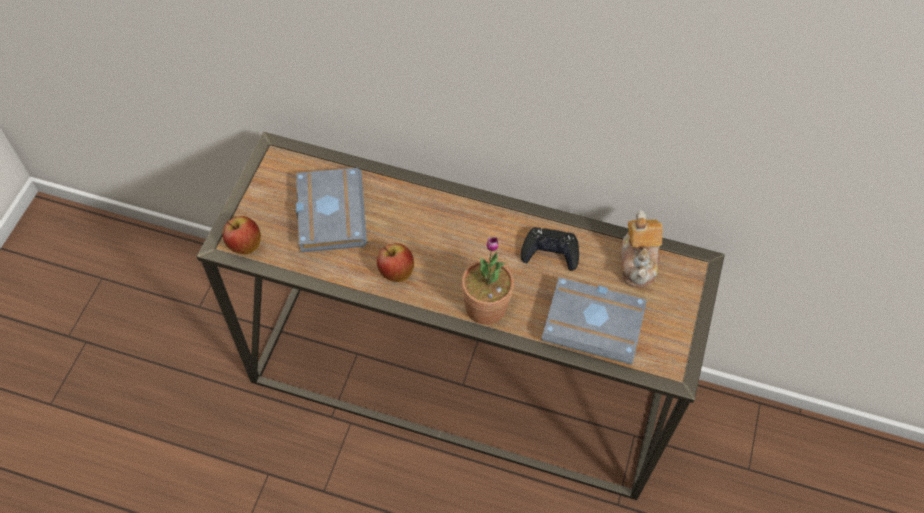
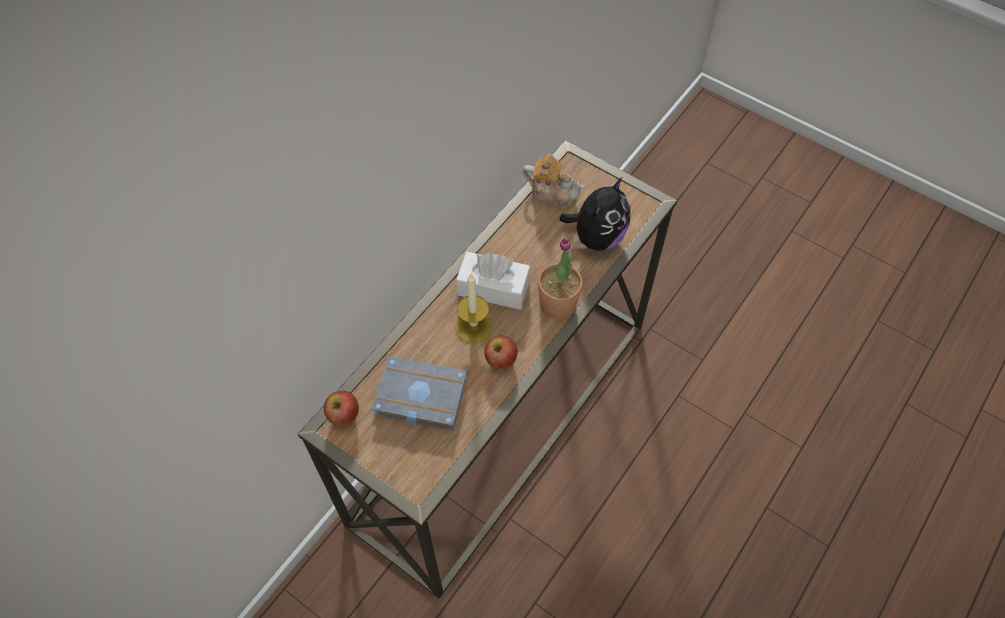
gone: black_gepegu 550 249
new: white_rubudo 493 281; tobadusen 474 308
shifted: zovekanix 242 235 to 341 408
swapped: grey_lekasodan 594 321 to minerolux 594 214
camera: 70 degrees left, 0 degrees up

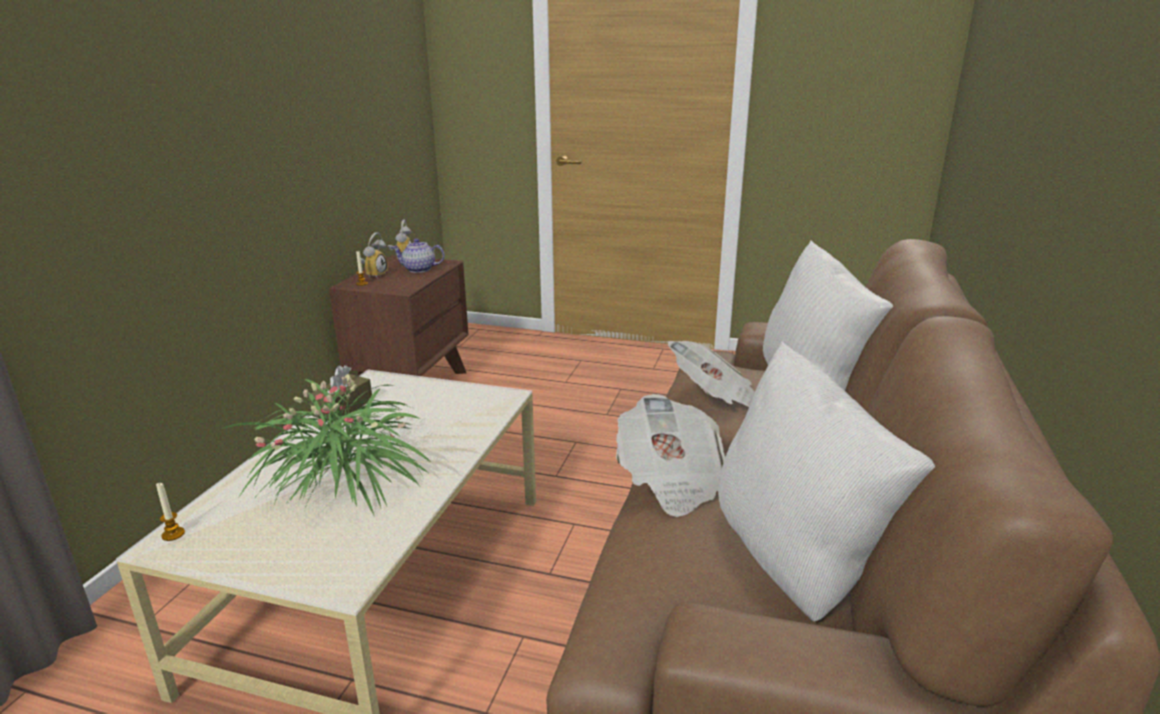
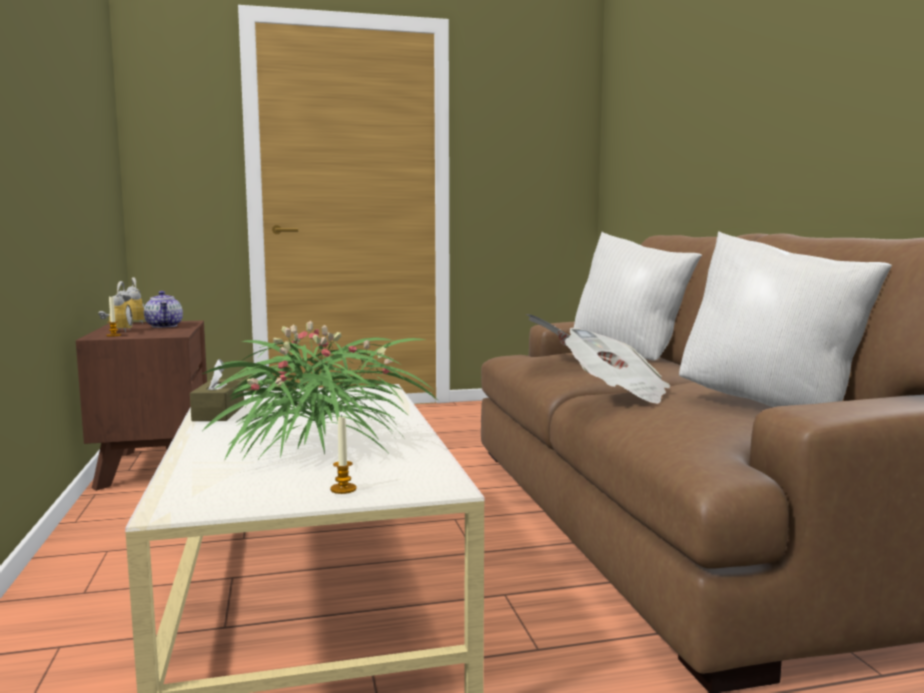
shifted: tobadusen 170 512 to 343 454
rotated: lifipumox 418 256 = 163 309 90 degrees counterclockwise
camera: 30 degrees left, 15 degrees down

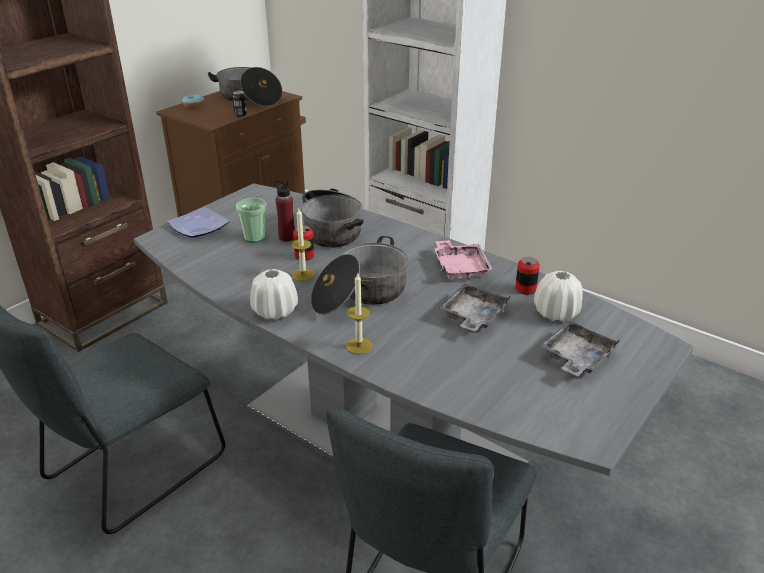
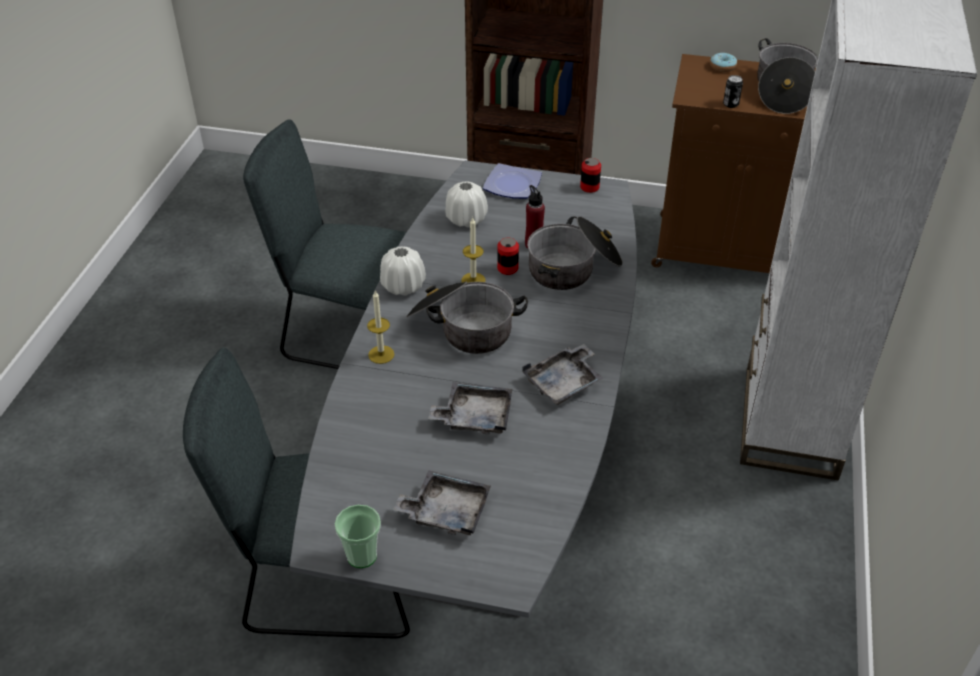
shifted: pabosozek 251 220 to 358 536; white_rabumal 558 296 to 466 204; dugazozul 527 276 to 590 175
repainted: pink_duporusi 463 260 to grey_duporusi 562 374
camera: 65 degrees right, 10 degrees up

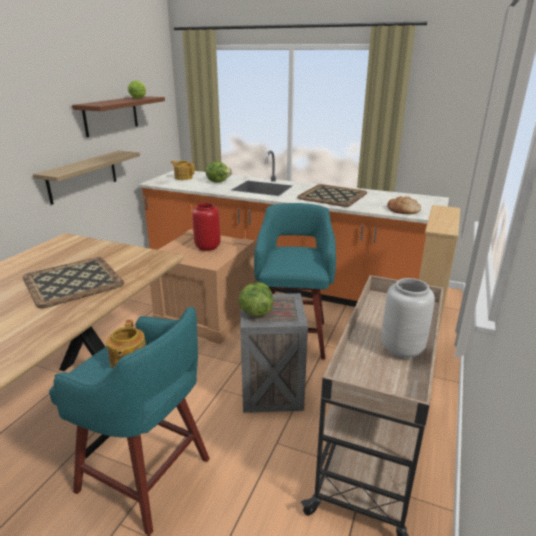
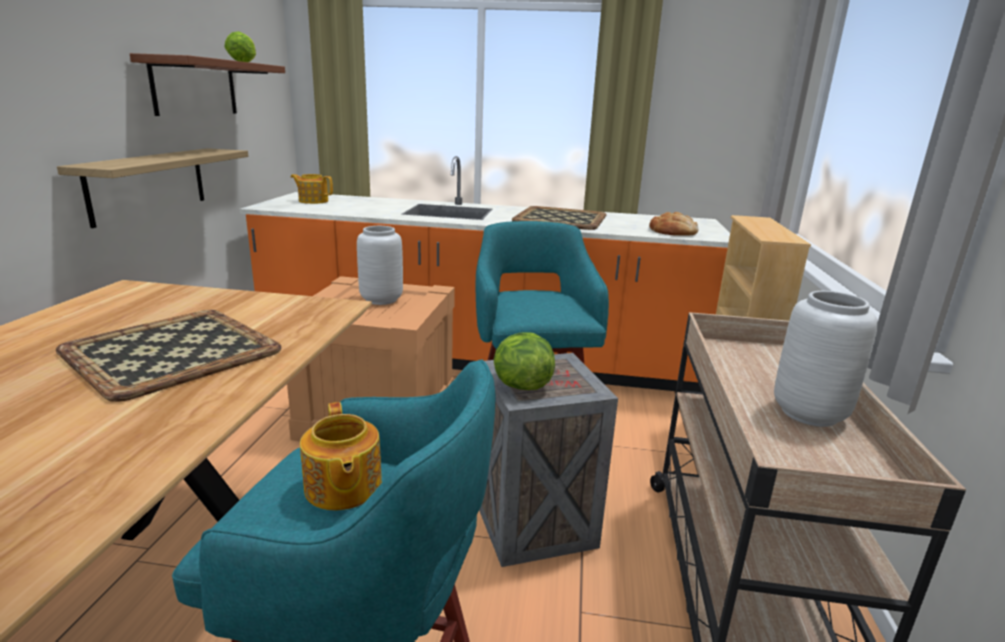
gone: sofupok 219 172
repainted: red_rabumal 206 227 to grey_rabumal 380 265
camera: 15 degrees left, 5 degrees down

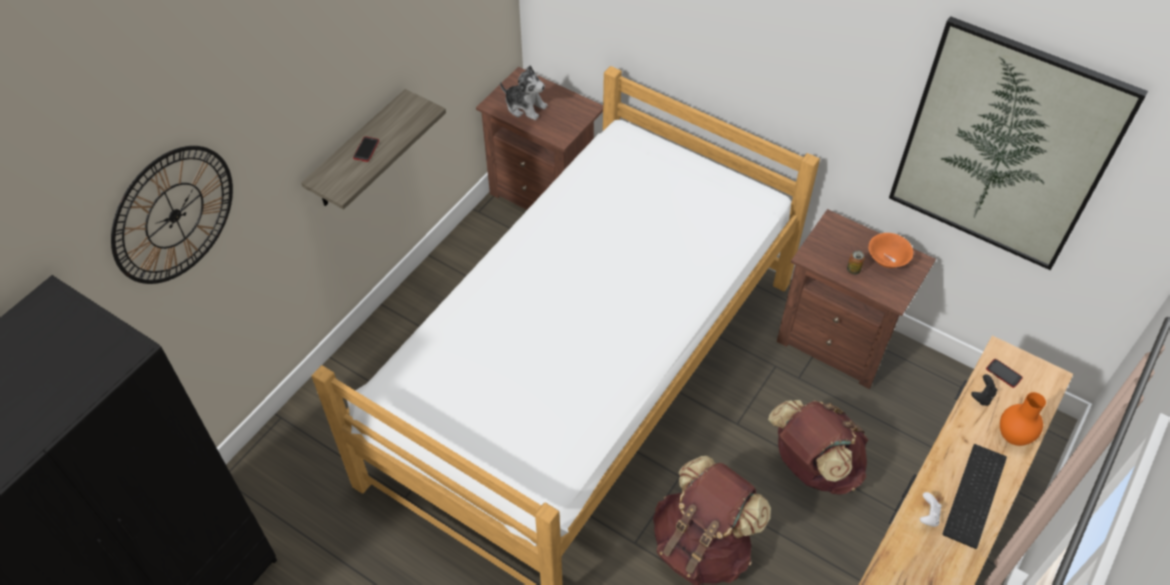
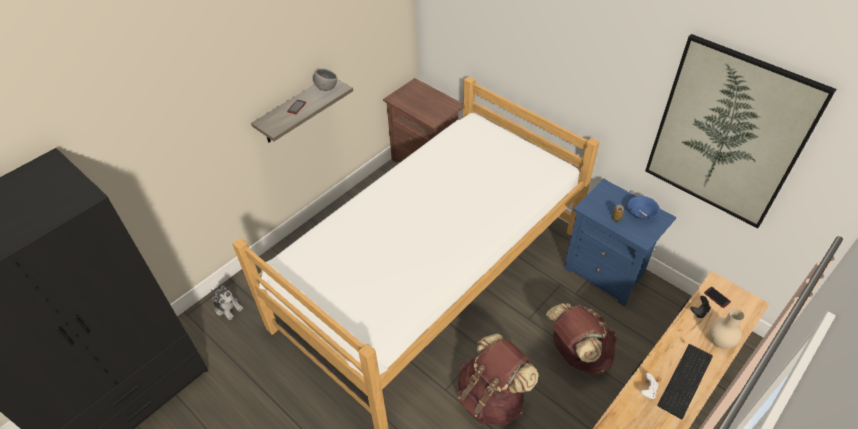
gone: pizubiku 172 215
new: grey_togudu 325 80
shifted: minerolux 524 92 to 227 302
repainted: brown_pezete 856 299 to blue_pezete 620 243; orange_togudu 890 250 to blue_togudu 644 208; orange_rabumal 1023 419 to beige_rabumal 726 328
camera: 10 degrees right, 5 degrees down

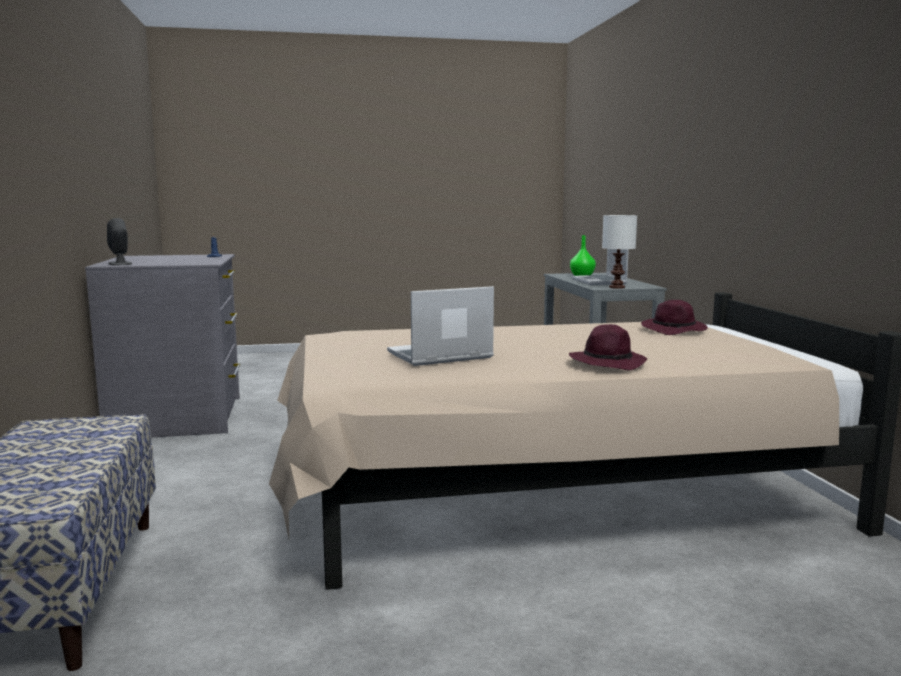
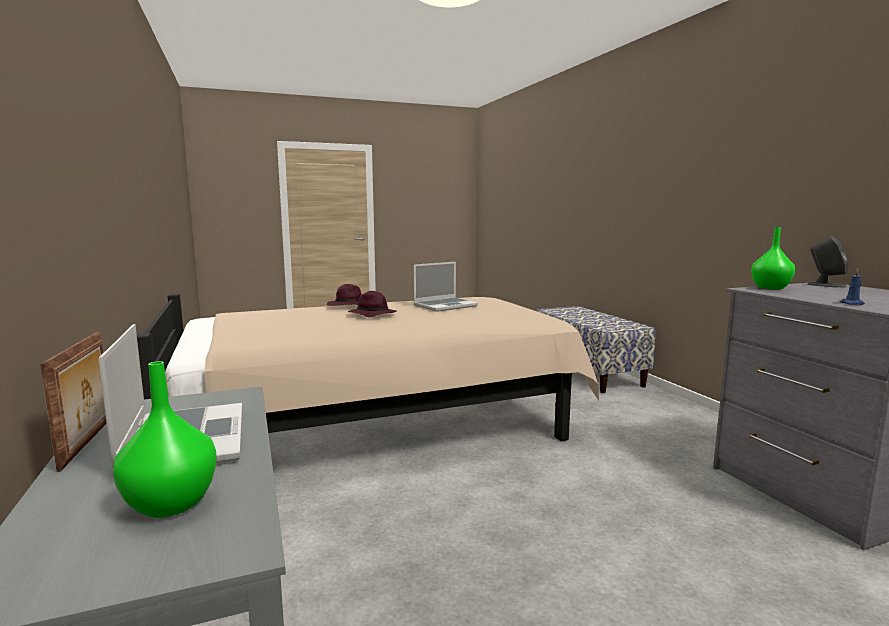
gone: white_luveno 619 252
new: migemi 73 402; green_rabumal 773 258
shifted: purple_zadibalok 674 317 to 372 304
camera: 170 degrees right, 0 degrees up

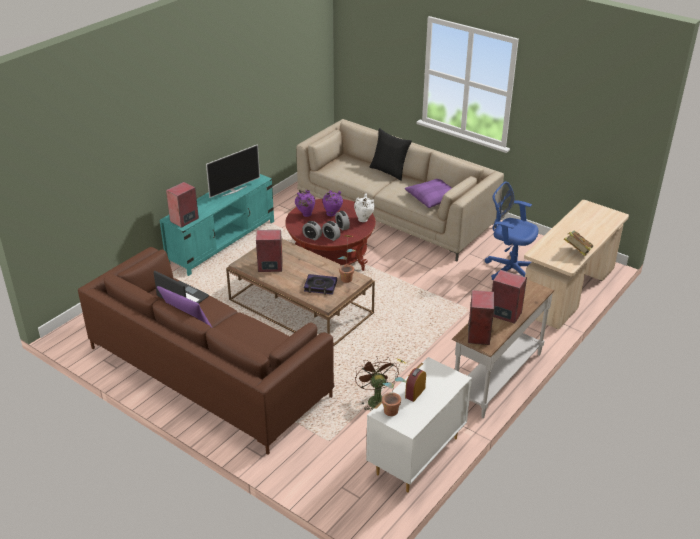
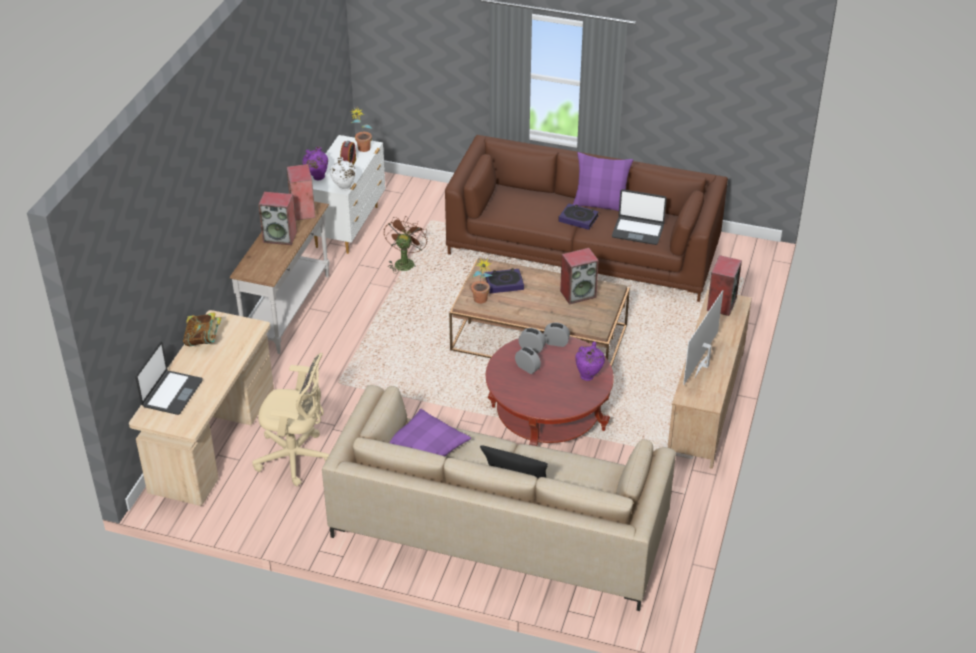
new: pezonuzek 169 378; lekasodan 578 216
shifted: purple_rabumal 333 203 to 315 163; white_rabumal 364 208 to 343 174
repainted: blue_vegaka 511 230 to beige_vegaka 290 420; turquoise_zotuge 216 225 to beige_zotuge 710 379
rotated: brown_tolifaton 377 384 = 406 245 135 degrees counterclockwise
camera: 160 degrees right, 5 degrees up

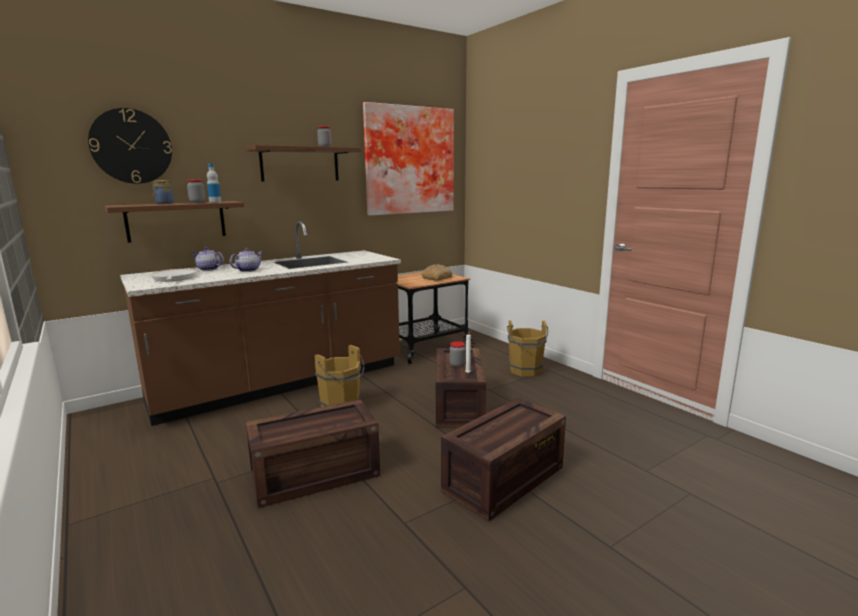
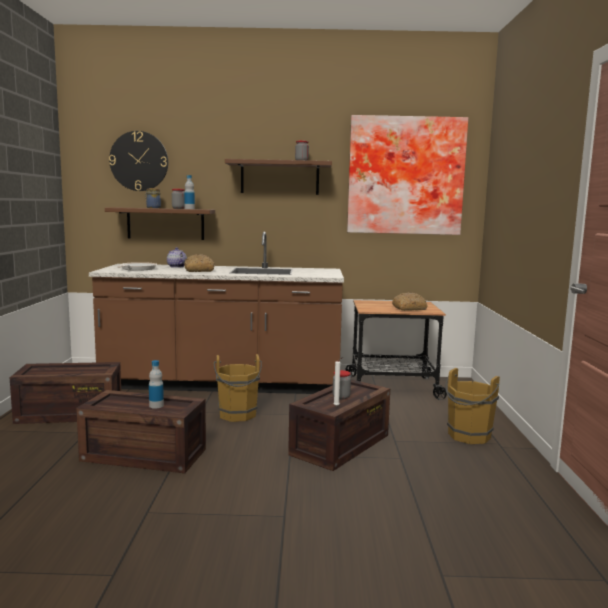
new: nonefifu 156 384
shifted: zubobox 503 459 to 65 393
swapped: lifipumox 246 260 to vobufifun 199 263
camera: 35 degrees right, 5 degrees down

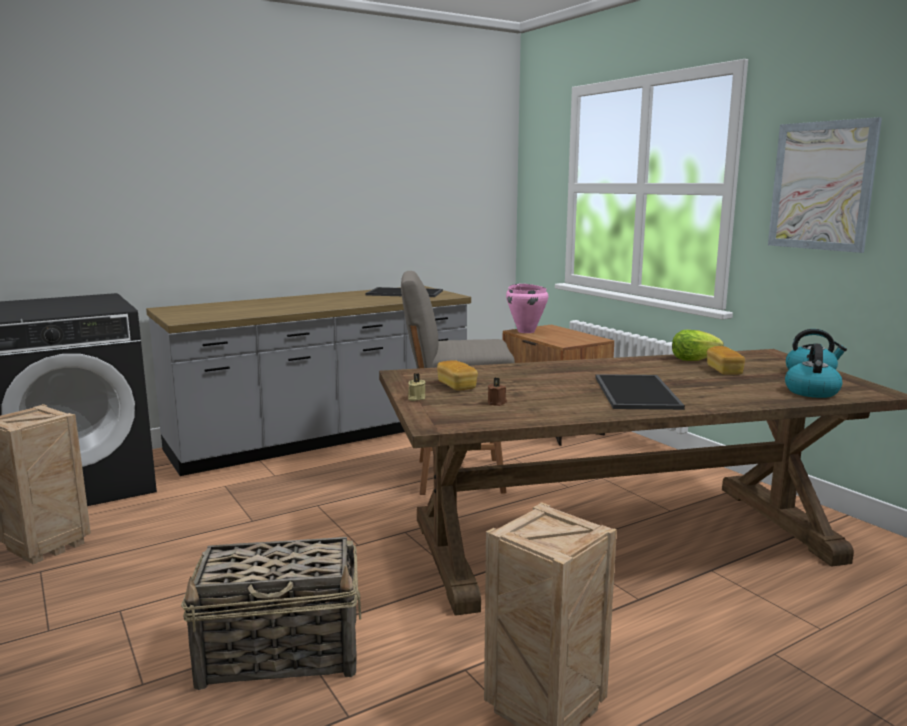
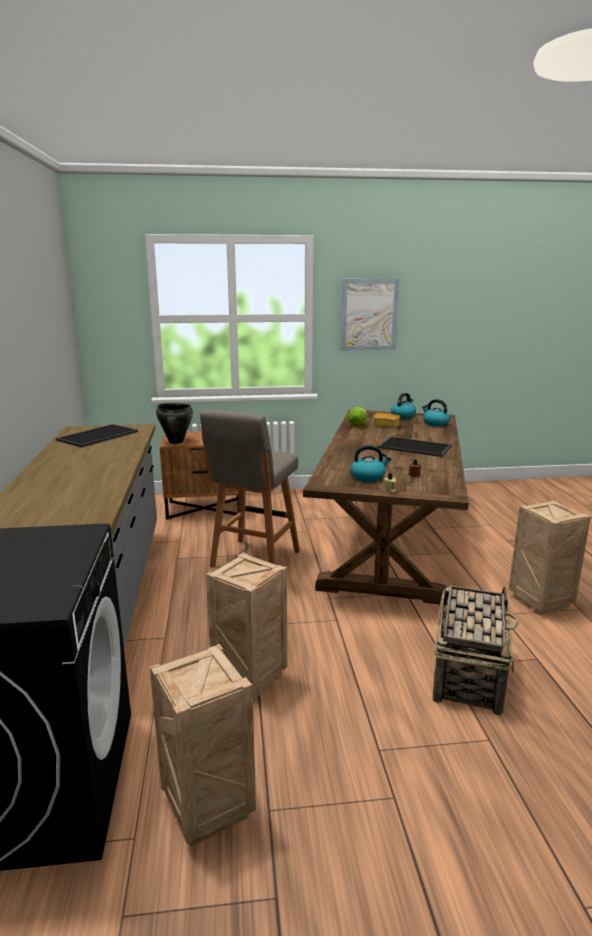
new: zubobox 246 626
swapped: vobufifun 457 375 to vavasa 371 463
repainted: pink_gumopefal 527 308 to black_gumopefal 174 423
camera: 65 degrees left, 5 degrees up

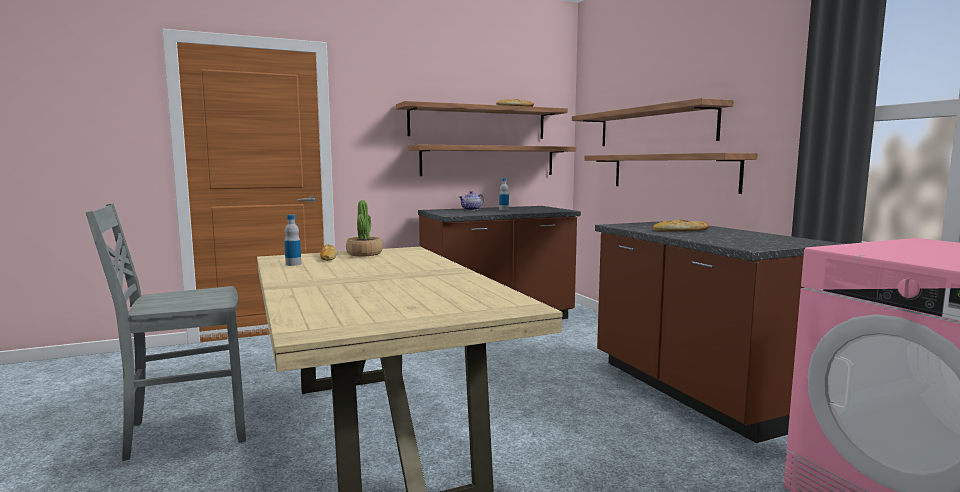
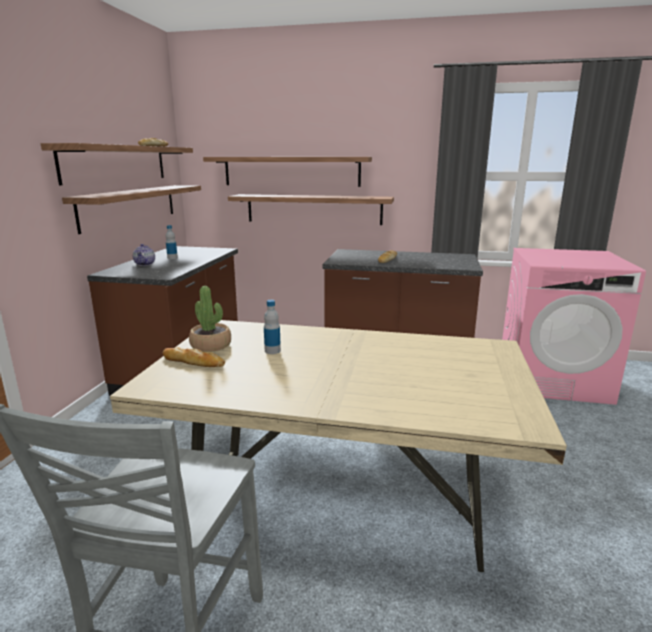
shifted: nonefifu 292 240 to 272 327
camera: 55 degrees left, 10 degrees up

